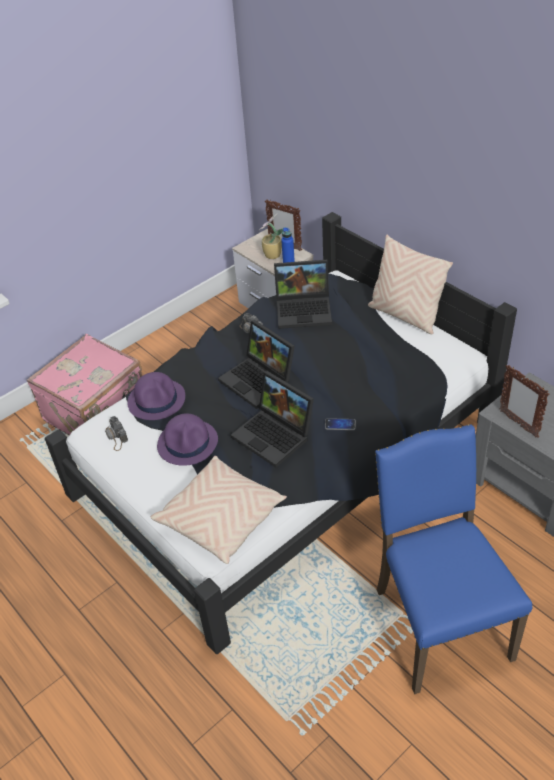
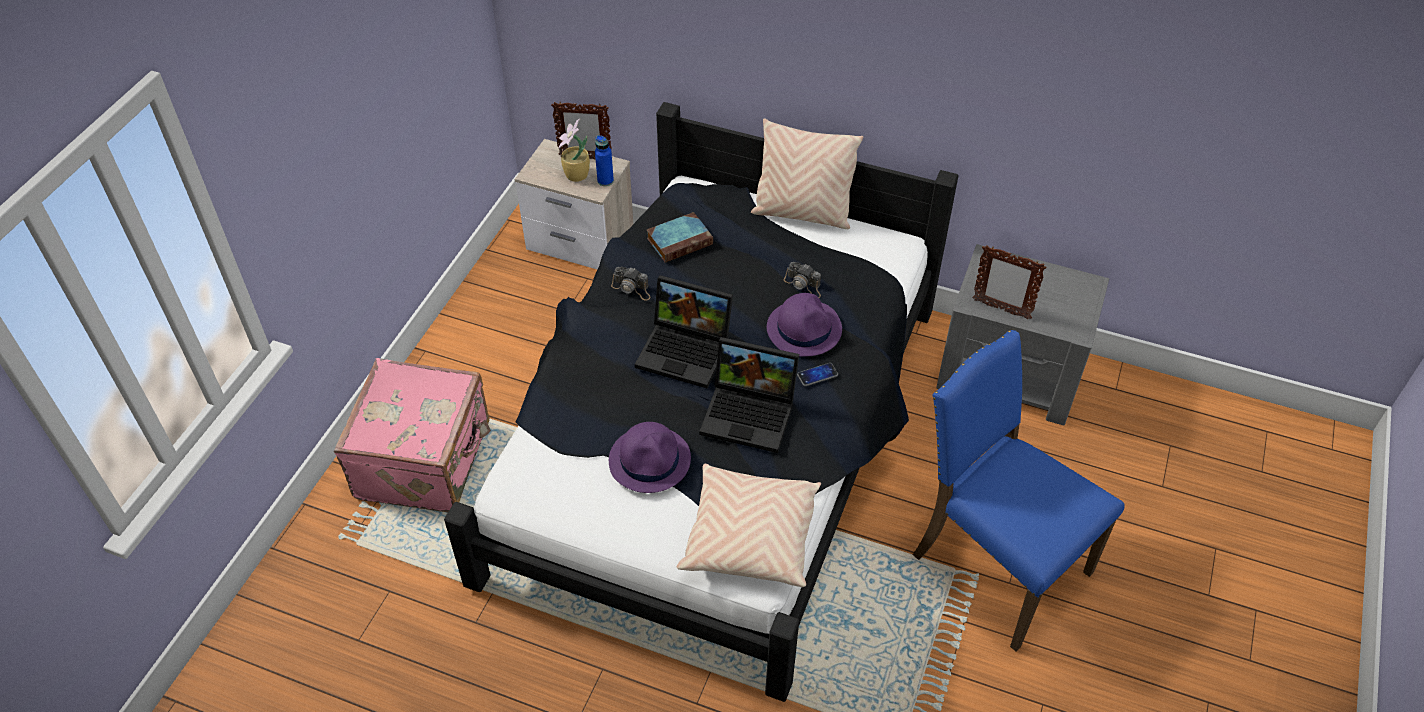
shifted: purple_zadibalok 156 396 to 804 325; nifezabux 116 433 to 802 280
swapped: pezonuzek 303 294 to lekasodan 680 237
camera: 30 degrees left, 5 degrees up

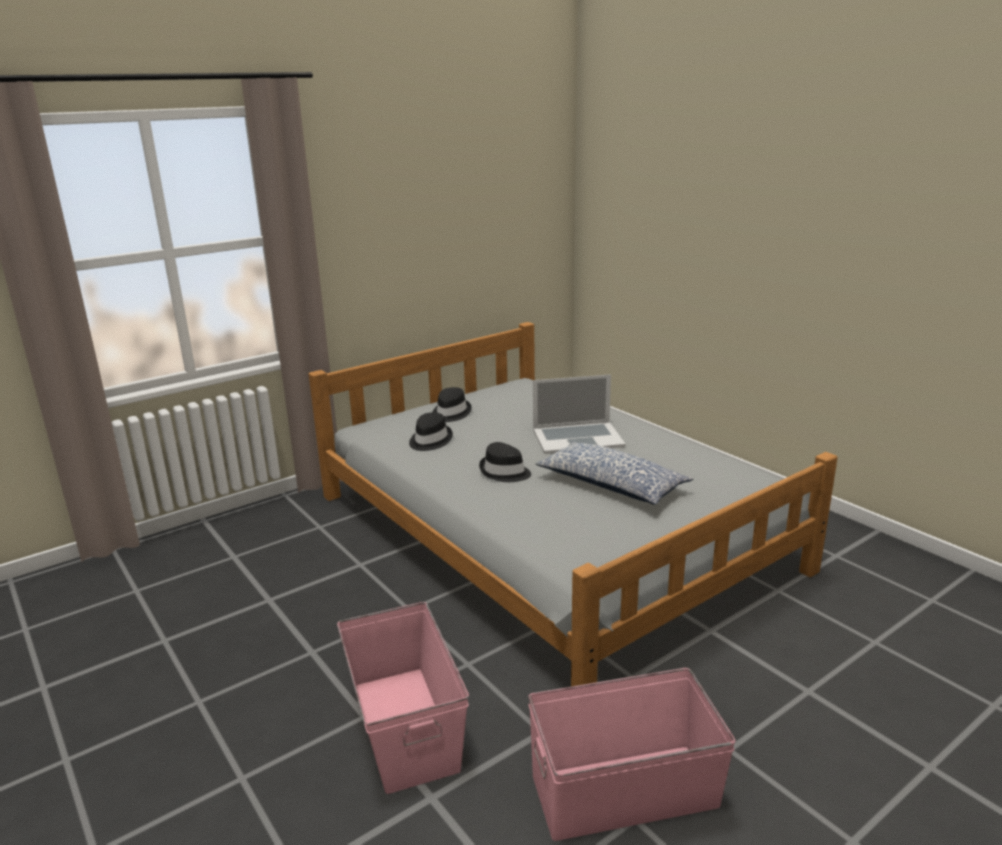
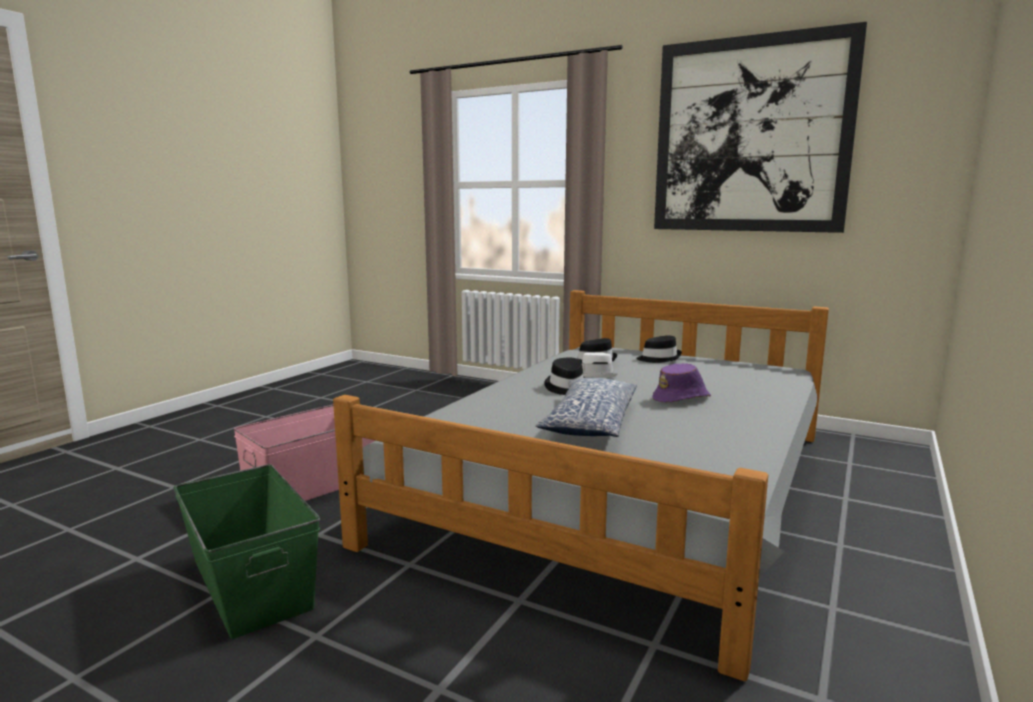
new: white_zadibalok 600 365; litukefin 760 127
swapped: pezonuzek 579 414 to purple_zadibalok 681 382
repainted: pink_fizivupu 632 754 to green_fizivupu 246 551
camera: 65 degrees right, 10 degrees down

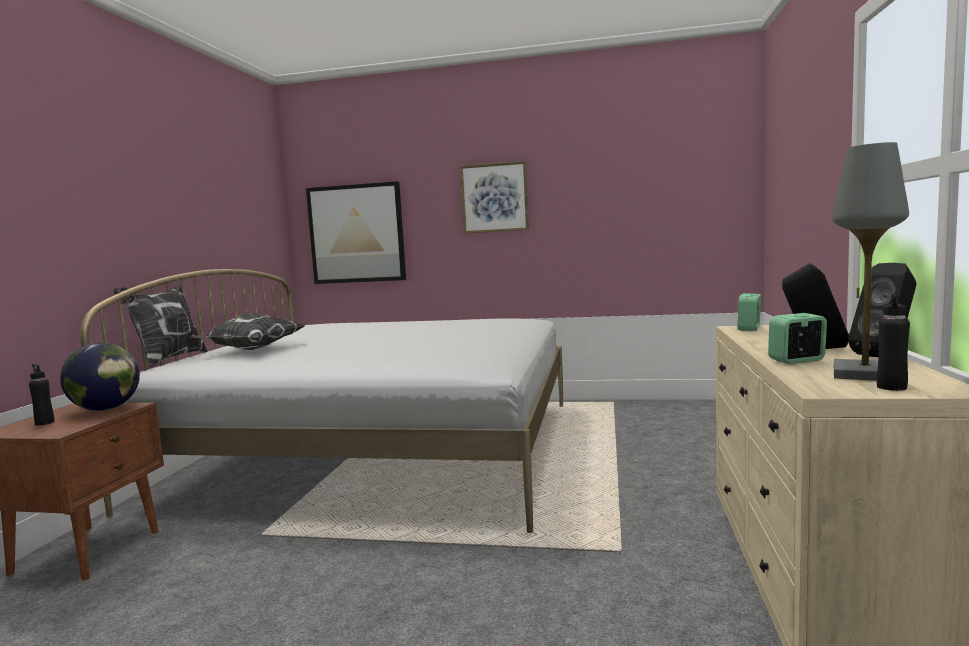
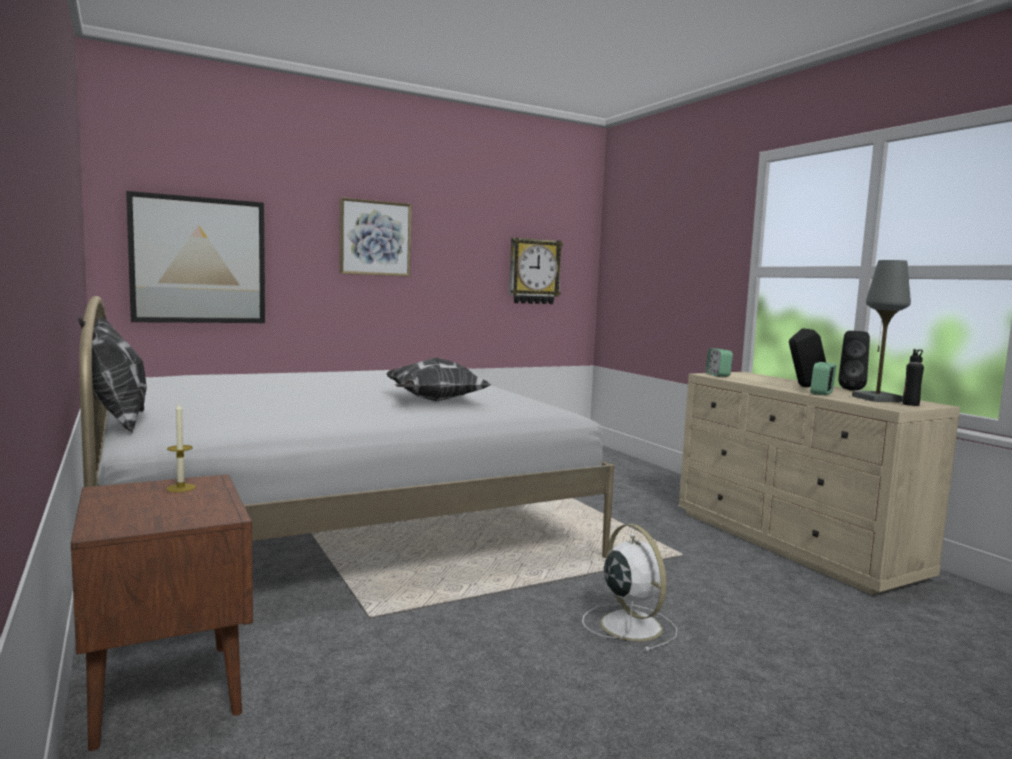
gone: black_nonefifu 41 394
new: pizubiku 536 270; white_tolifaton 629 588
shifted: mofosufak 247 331 to 438 379
swapped: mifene 100 377 to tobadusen 181 447
camera: 40 degrees left, 0 degrees up

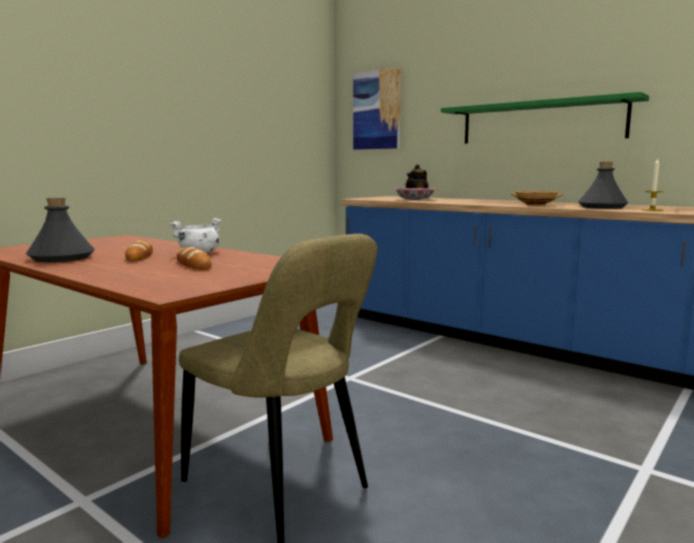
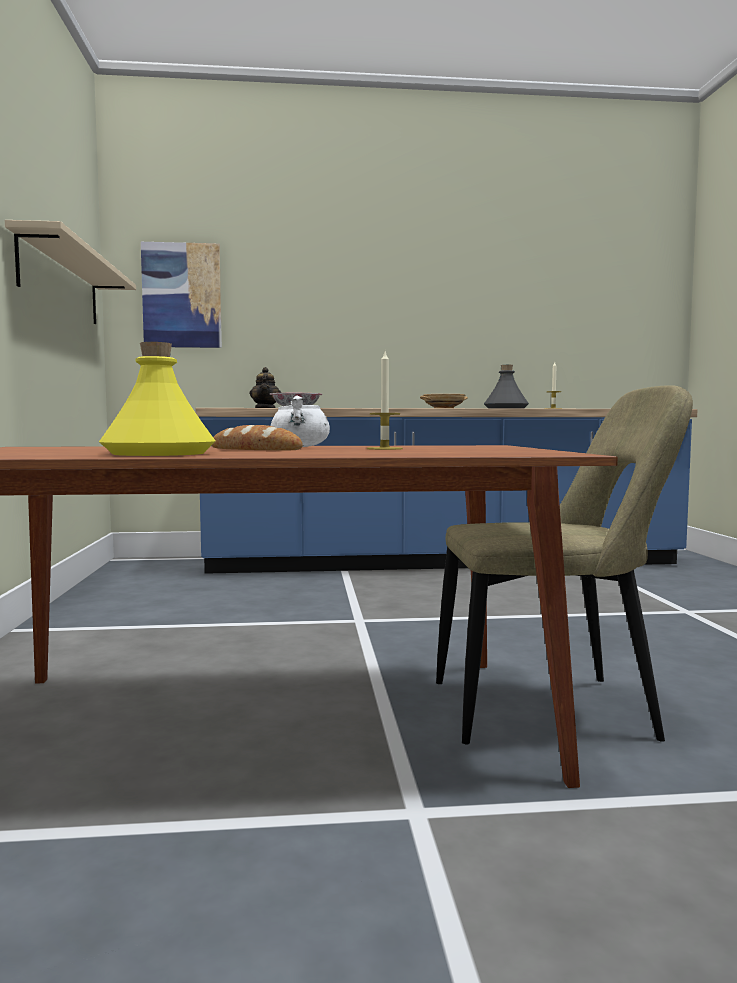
gone: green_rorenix 545 118
new: beige_rorenix 70 272
swapped: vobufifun 194 258 to tobadusen 385 401
repainted: grey_nonefifu 60 230 to yellow_nonefifu 157 399
camera: 45 degrees left, 5 degrees down

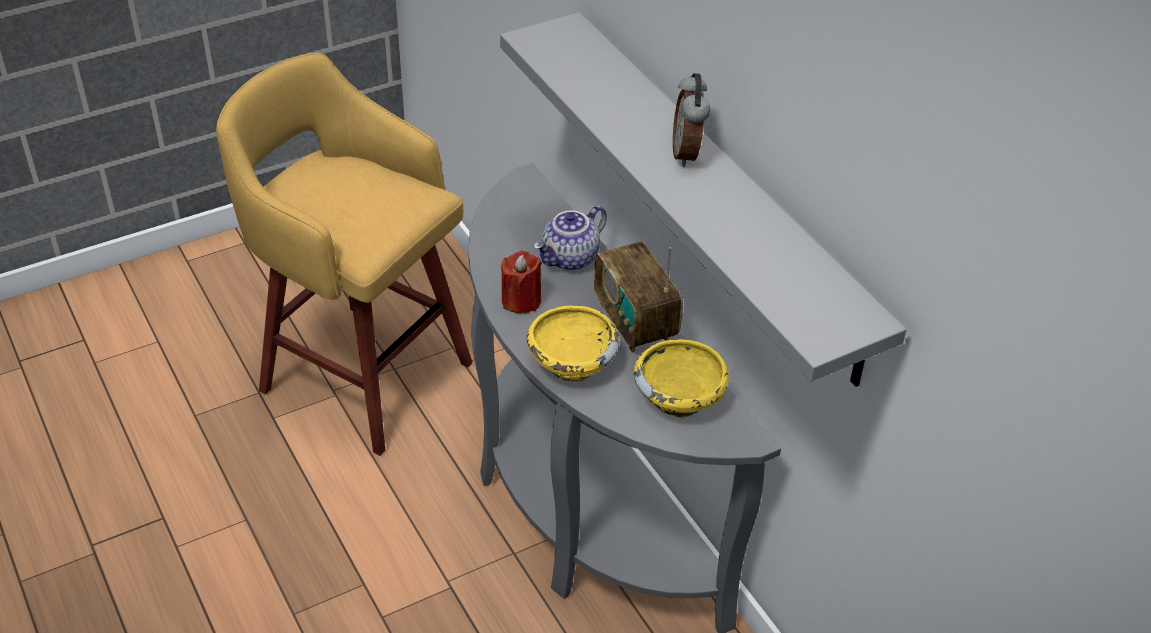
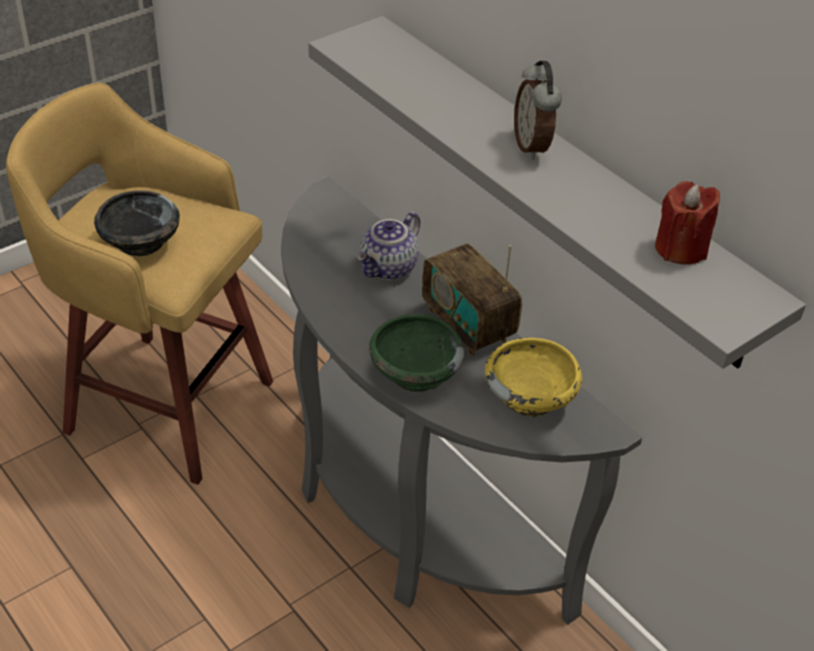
new: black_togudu 137 223
shifted: red_tobadusen 521 281 to 687 223
repainted: yellow_togudu 573 343 to green_togudu 416 353
camera: 10 degrees left, 0 degrees up

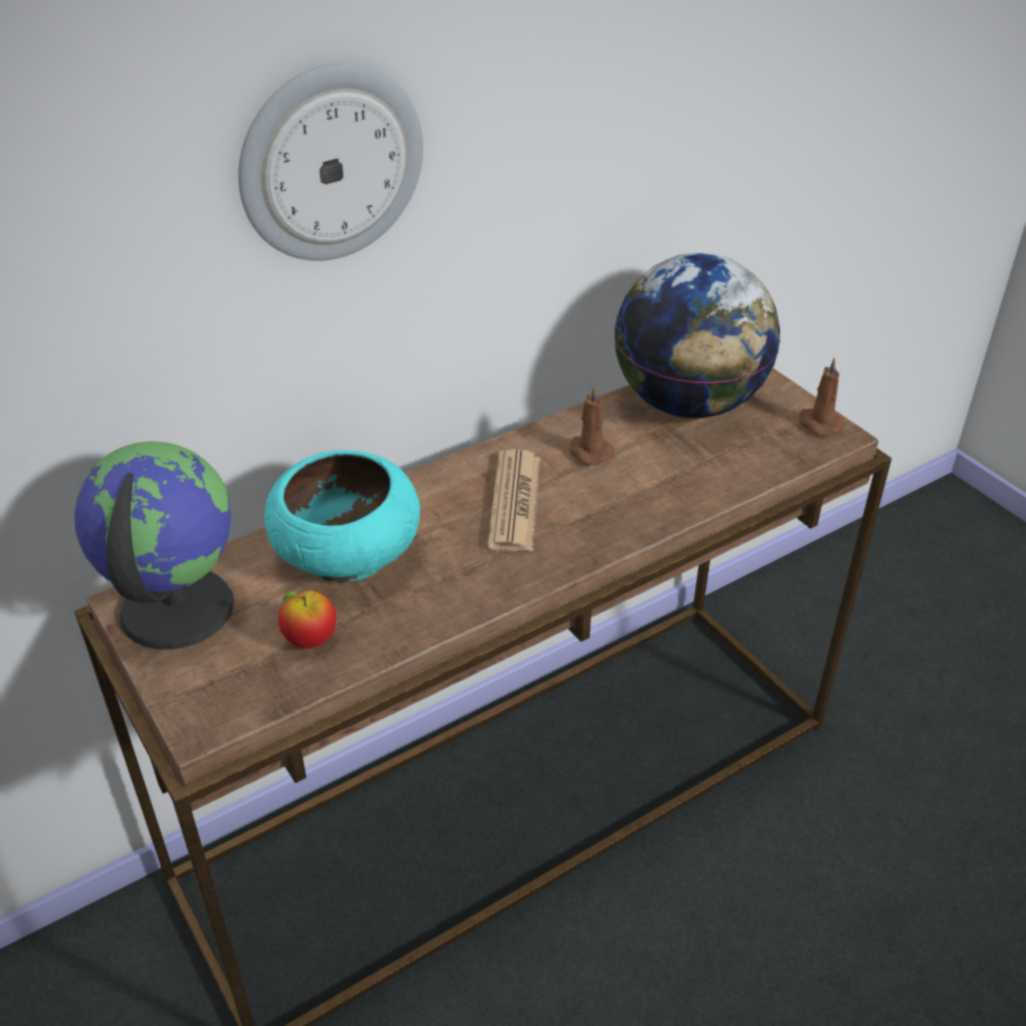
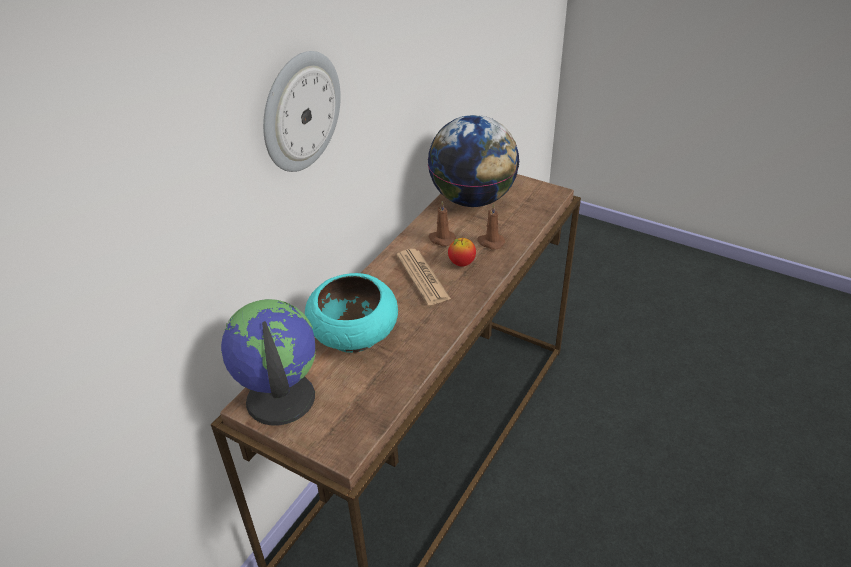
shifted: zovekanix 307 619 to 462 252; brown_tobadusen 821 396 to 491 226
camera: 25 degrees left, 0 degrees up

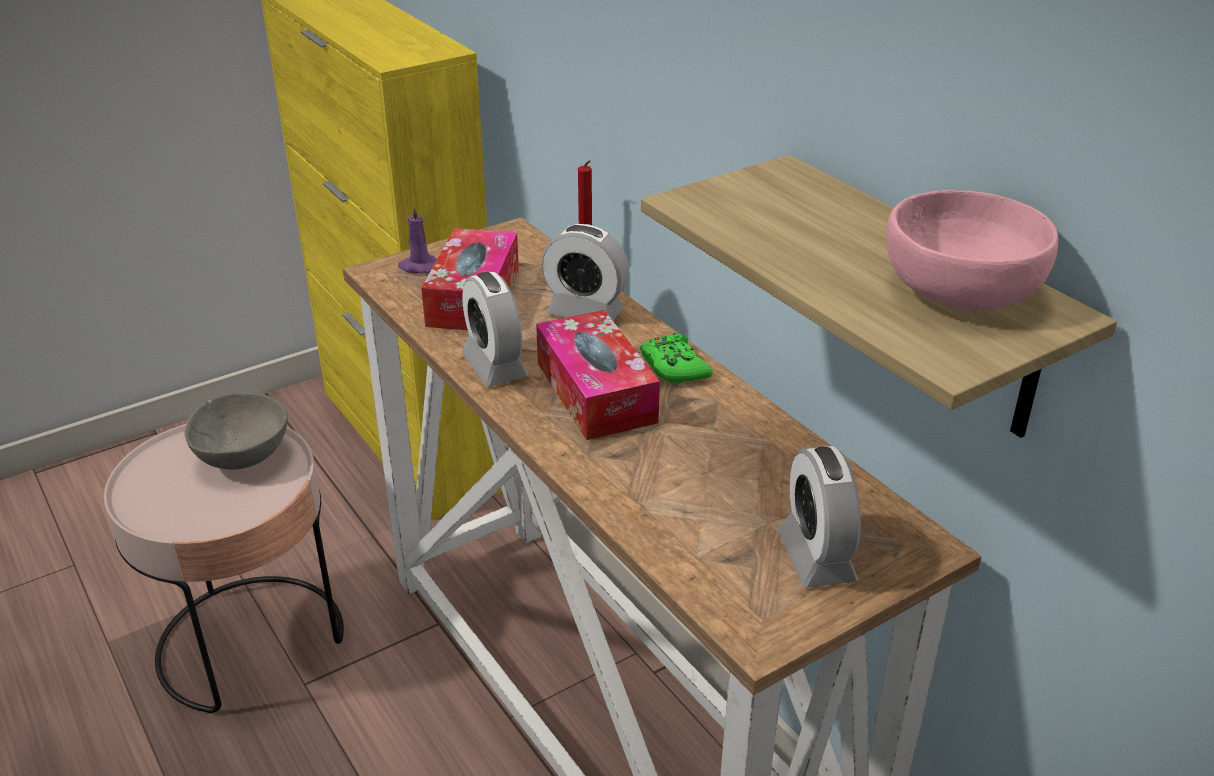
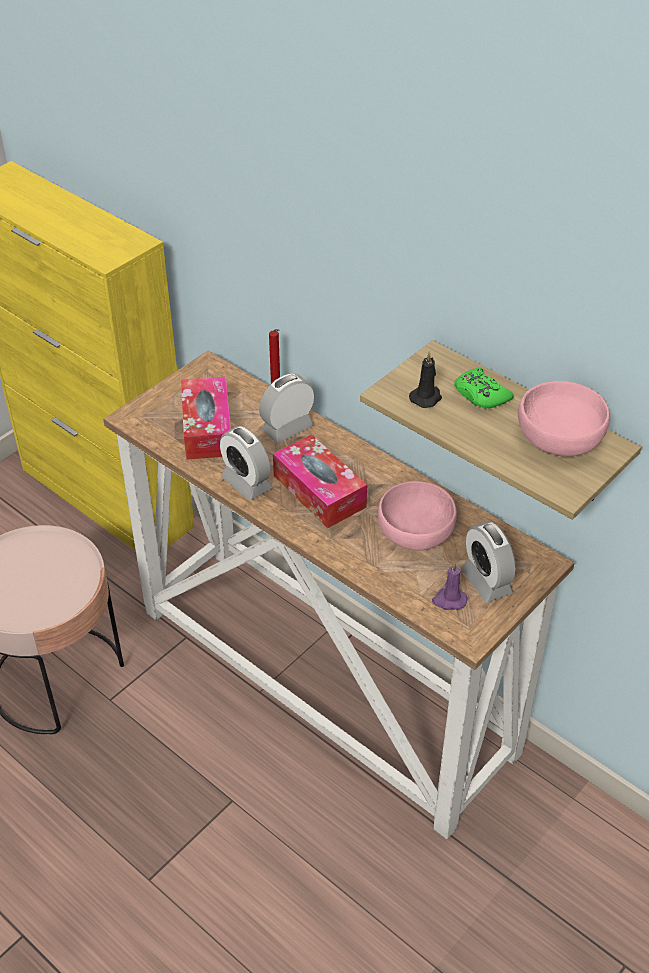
gone: grey_togudu 236 431
new: pink_togudu 417 516; black_tobadusen 425 379
shifted: purple_tobadusen 417 239 to 449 586; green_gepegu 676 358 to 484 388
rotated: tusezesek 585 272 = 287 408 135 degrees clockwise
camera: 15 degrees left, 10 degrees up

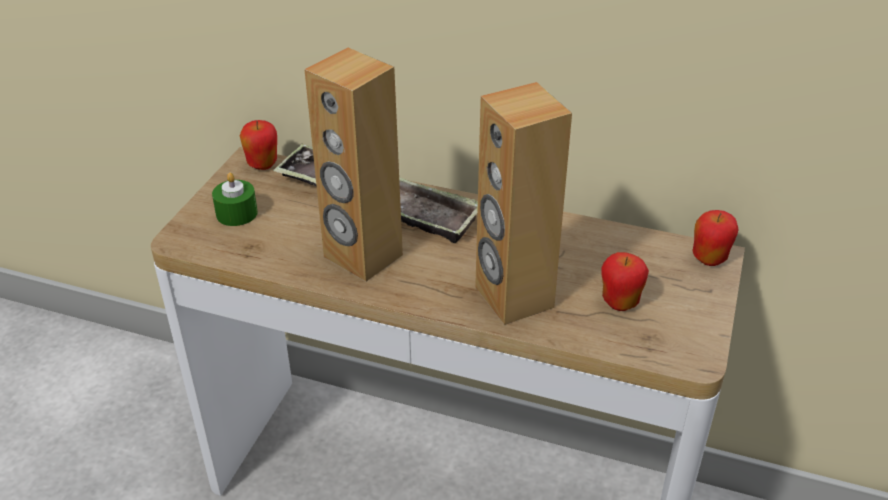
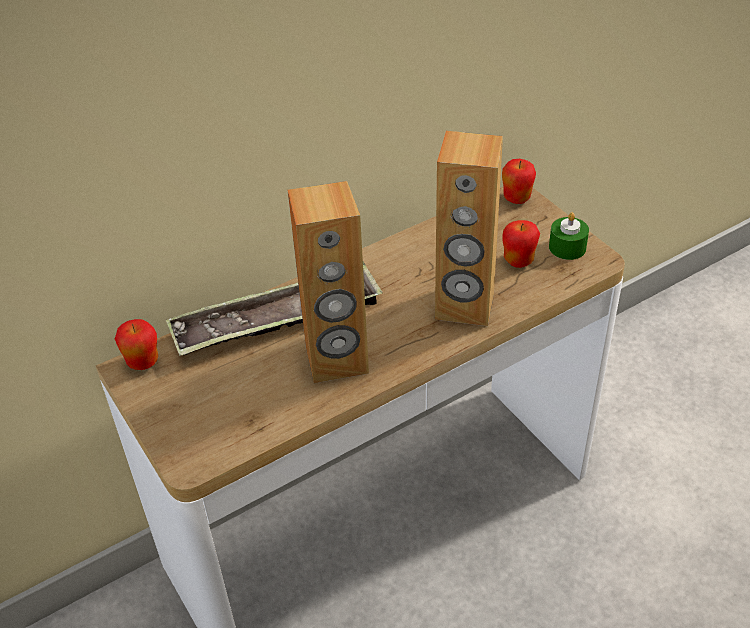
shifted: green_tobadusen 235 199 to 569 236
camera: 50 degrees left, 5 degrees up

